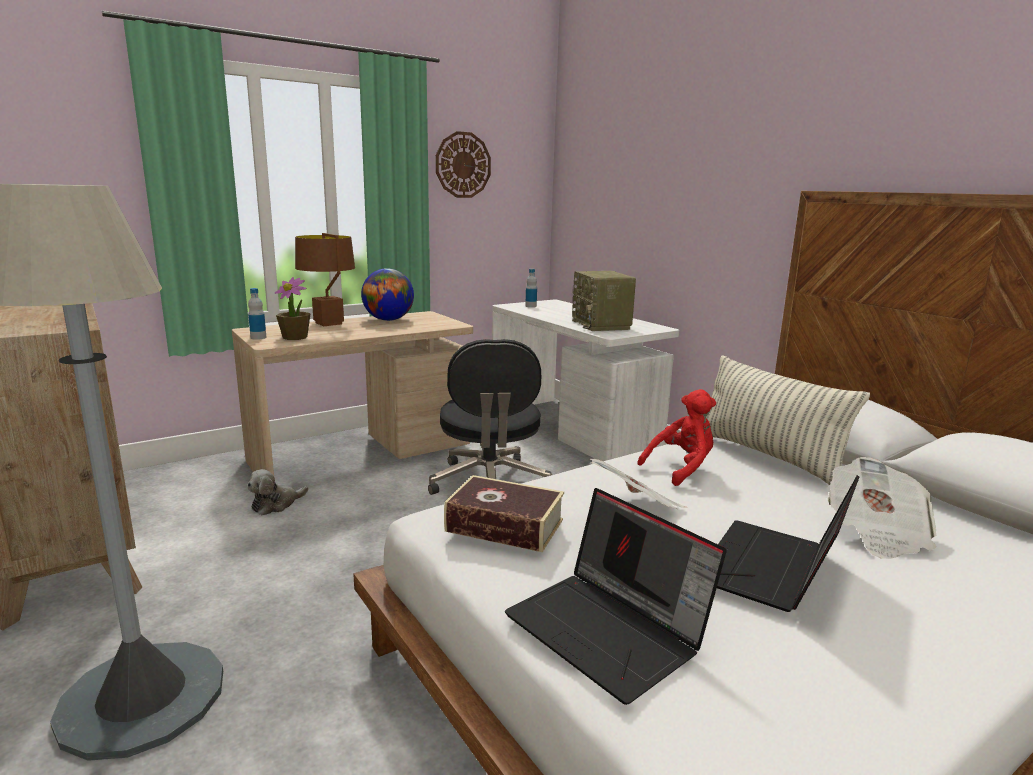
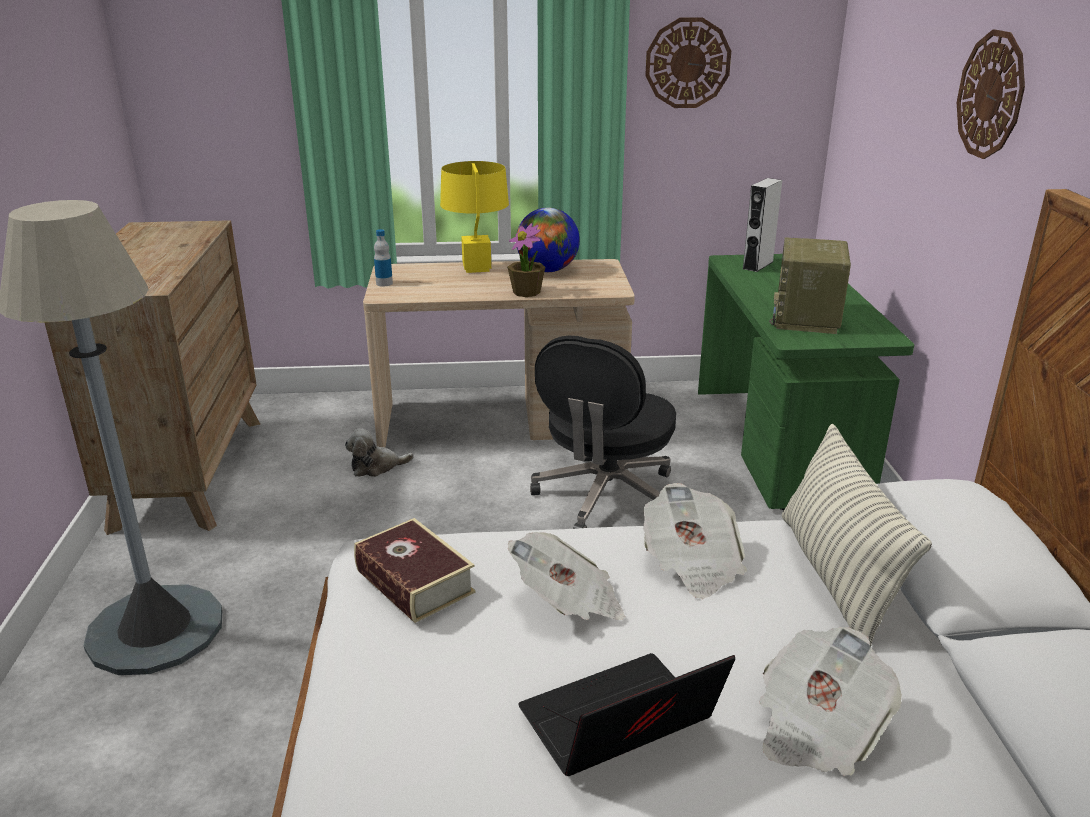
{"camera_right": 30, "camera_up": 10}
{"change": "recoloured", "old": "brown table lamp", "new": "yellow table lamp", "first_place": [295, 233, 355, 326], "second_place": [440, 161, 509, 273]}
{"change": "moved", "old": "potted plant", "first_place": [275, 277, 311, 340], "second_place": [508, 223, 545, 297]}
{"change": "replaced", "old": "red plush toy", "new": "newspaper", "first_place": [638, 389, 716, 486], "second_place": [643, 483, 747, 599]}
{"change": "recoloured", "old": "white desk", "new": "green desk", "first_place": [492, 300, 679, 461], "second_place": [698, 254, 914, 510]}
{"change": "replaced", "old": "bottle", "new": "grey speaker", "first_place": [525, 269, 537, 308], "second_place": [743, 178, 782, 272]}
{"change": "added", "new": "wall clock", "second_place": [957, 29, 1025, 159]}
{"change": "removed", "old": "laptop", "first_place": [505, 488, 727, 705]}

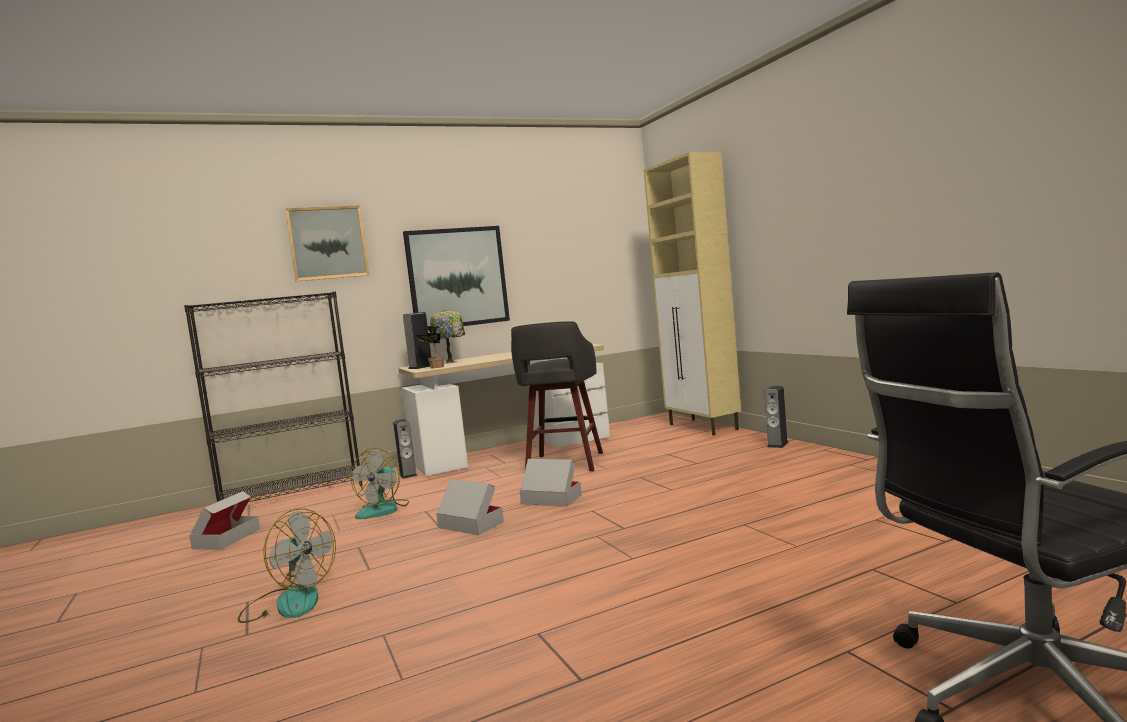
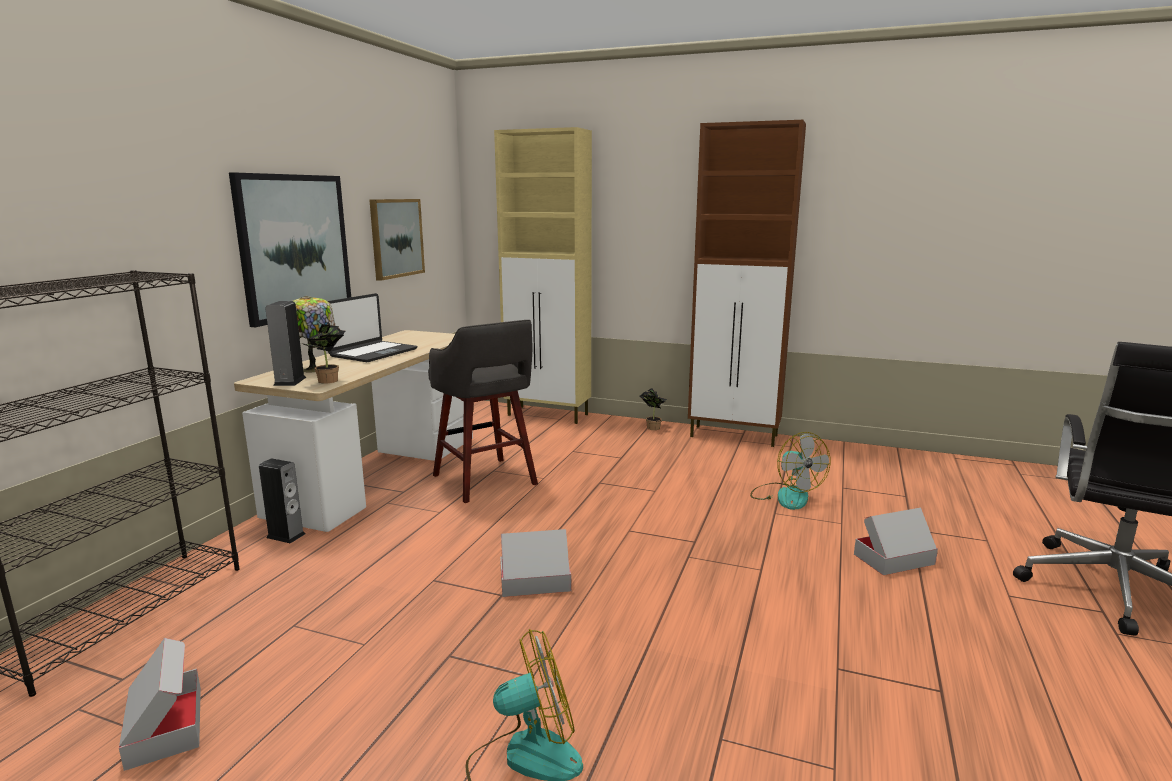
{"camera_right": -45, "camera_up": 10}
{"change": "added", "new": "laptop", "second_place": [328, 293, 418, 362]}
{"change": "moved", "old": "picture", "first_place": [285, 205, 369, 282], "second_place": [369, 199, 425, 281]}
{"change": "replaced", "old": "speaker", "new": "potted plant", "first_place": [764, 386, 789, 448], "second_place": [639, 388, 667, 430]}
{"change": "added", "new": "brown cabinet", "second_place": [688, 120, 806, 447]}
{"change": "moved", "old": "fan", "first_place": [351, 448, 409, 519], "second_place": [750, 432, 831, 510]}
{"change": "moved", "old": "cardboard box", "first_place": [520, 459, 582, 507], "second_place": [854, 508, 938, 575]}

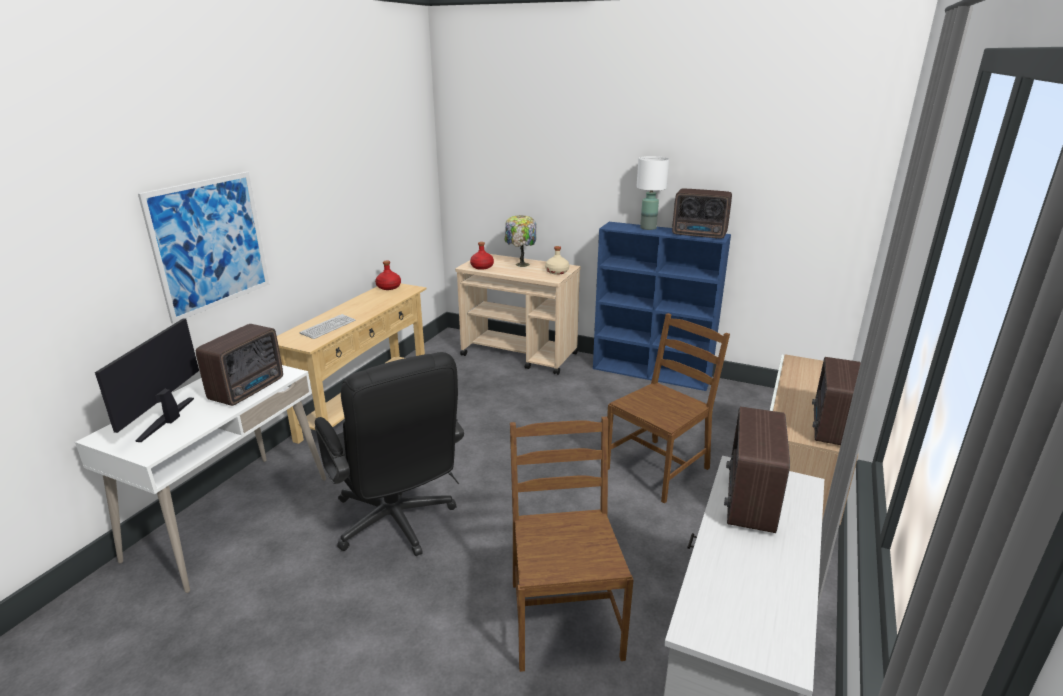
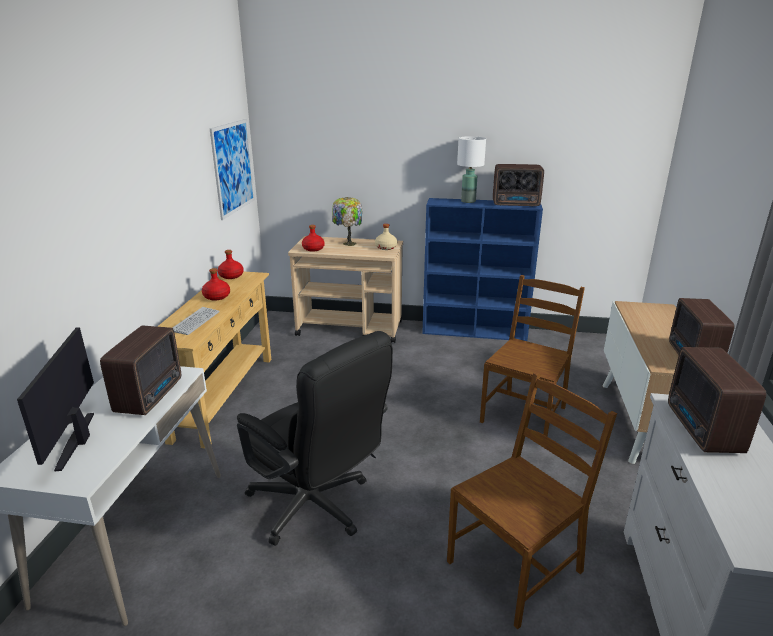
{"camera_right": -15, "camera_up": 0}
{"change": "added", "new": "red bottle", "second_place": [202, 268, 230, 301]}
{"change": "moved", "old": "picture", "first_place": [138, 172, 269, 323], "second_place": [210, 119, 255, 220]}
{"change": "turned", "old": "brown chair", "first_place": [510, 417, 634, 672], "second_place": [447, 372, 617, 630], "degrees": 75}

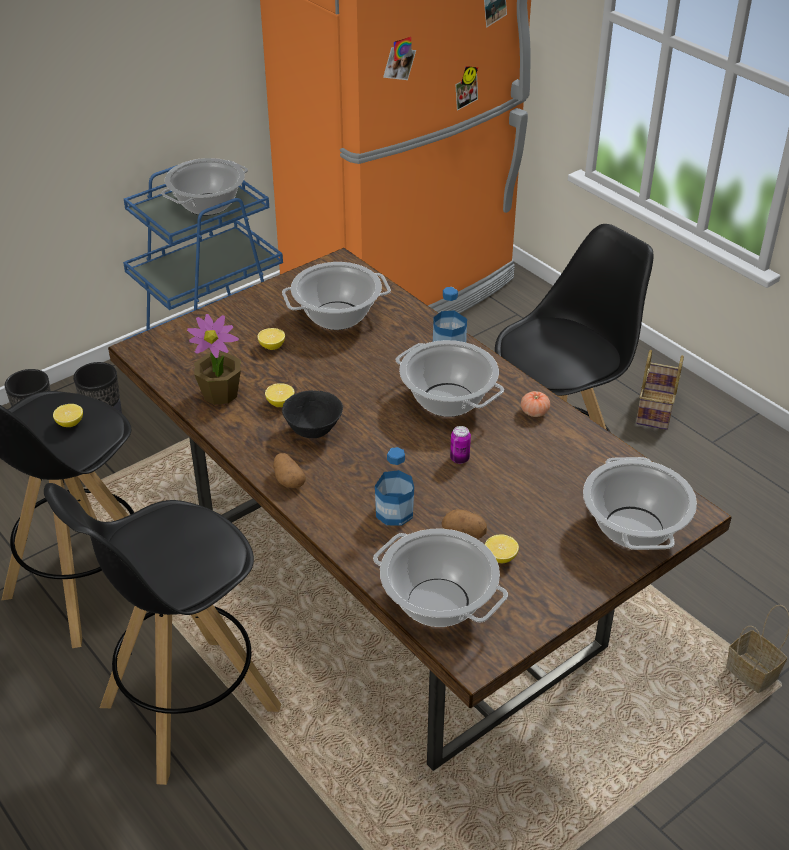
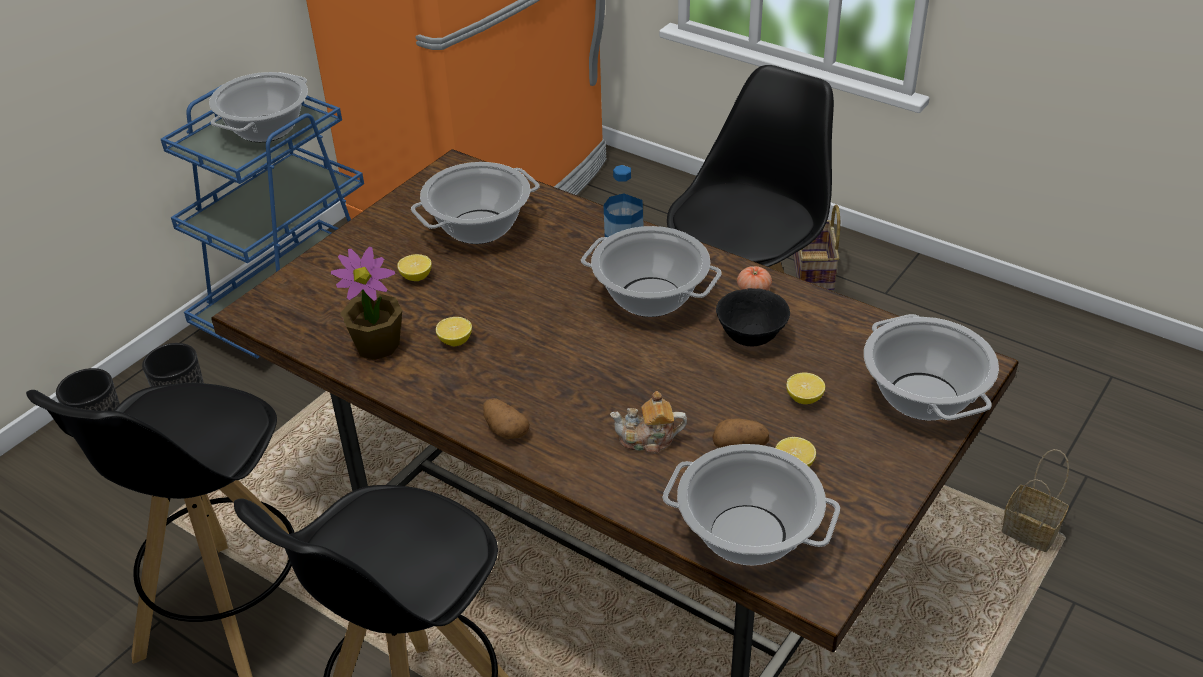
{"camera_right": -15, "camera_up": 0}
{"change": "replaced", "old": "bottle", "new": "teapot", "first_place": [375, 447, 414, 526], "second_place": [610, 391, 687, 454]}
{"change": "moved", "old": "black bowl", "first_place": [282, 390, 343, 438], "second_place": [716, 288, 790, 346]}
{"change": "moved", "old": "lemon", "first_place": [53, 404, 83, 427], "second_place": [786, 373, 825, 404]}
{"change": "removed", "old": "can", "first_place": [450, 426, 471, 464]}

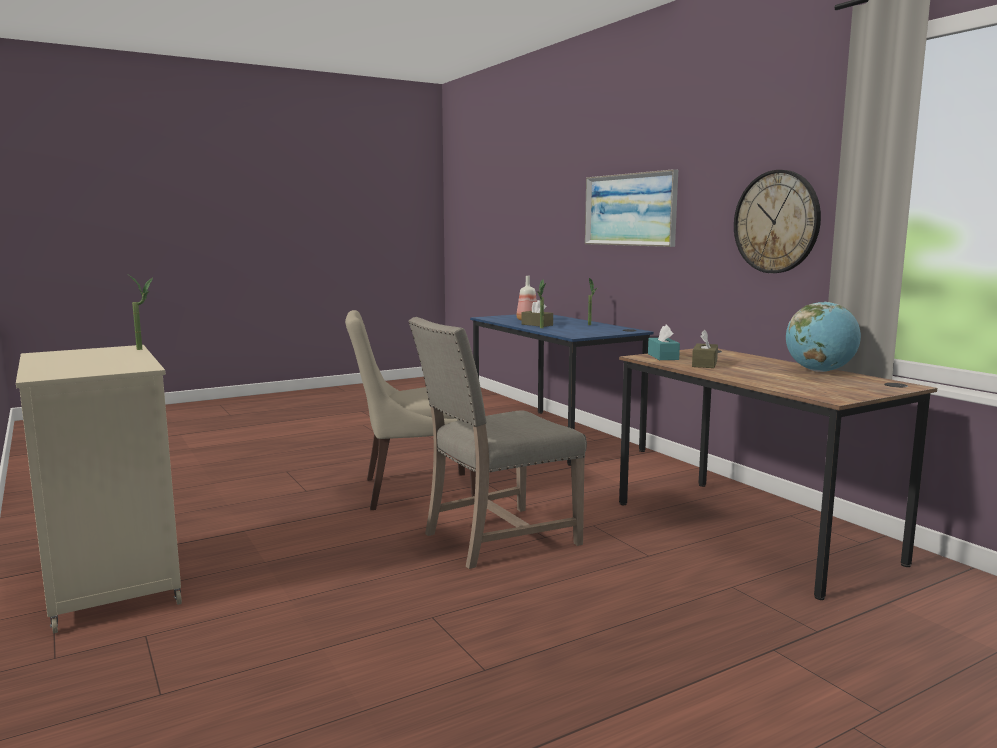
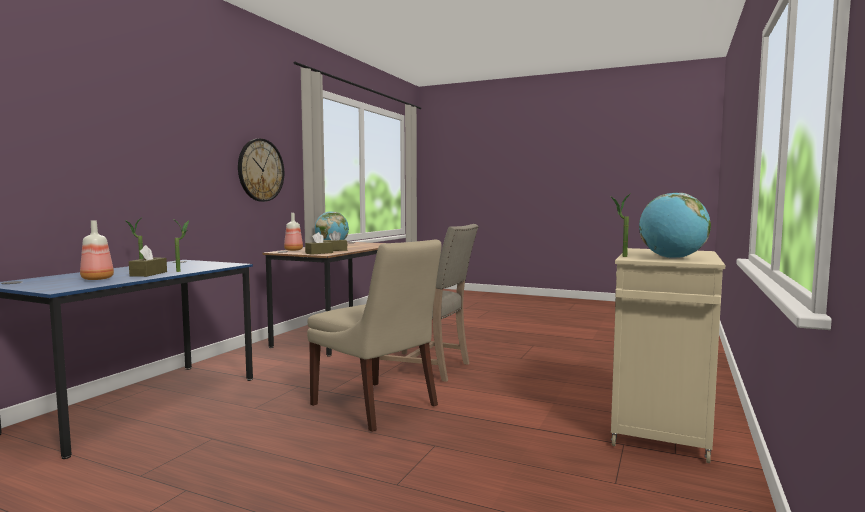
{"camera_right": -125, "camera_up": -5}
{"change": "added", "new": "bottle", "second_place": [284, 213, 303, 251]}
{"change": "recoloured", "old": "turquoise tissue box", "new": "brown tissue box", "first_place": [648, 325, 680, 360], "second_place": [305, 232, 333, 255]}
{"change": "added", "new": "globe", "second_place": [639, 193, 711, 259]}
{"change": "removed", "old": "picture", "first_place": [585, 169, 678, 247]}

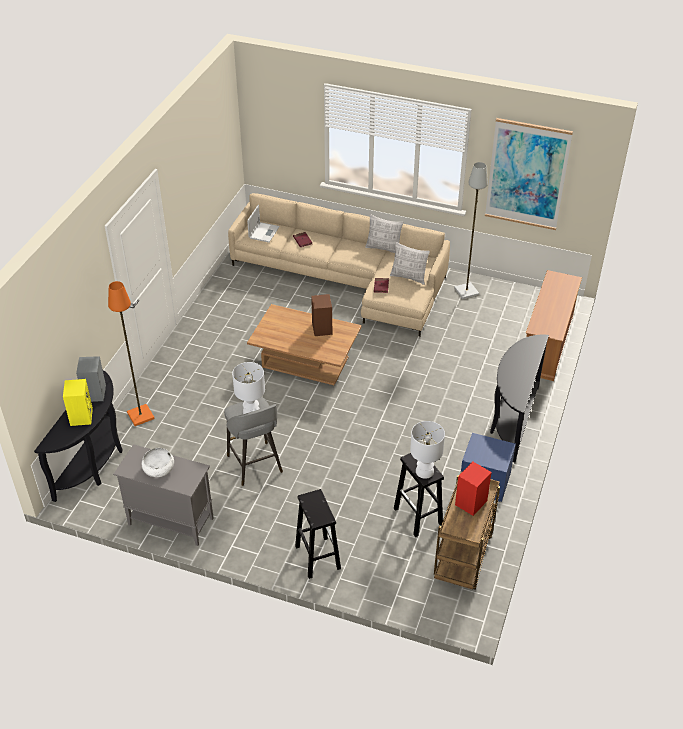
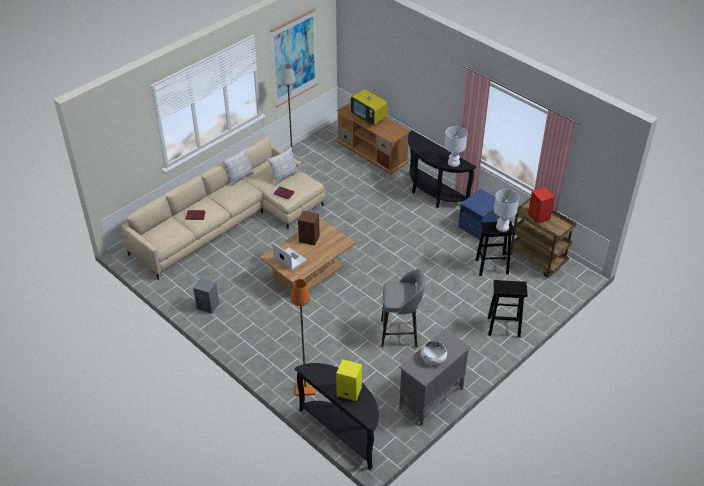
{"camera_right": -65, "camera_up": 0}
{"change": "moved", "old": "grey speaker", "first_place": [76, 356, 106, 402], "second_place": [193, 278, 219, 314]}
{"change": "moved", "old": "laptop", "first_place": [247, 205, 280, 243], "second_place": [273, 243, 307, 270]}
{"change": "added", "new": "television", "second_place": [351, 83, 388, 127]}
{"change": "moved", "old": "white table lamp", "first_place": [232, 362, 265, 414], "second_place": [444, 126, 467, 167]}

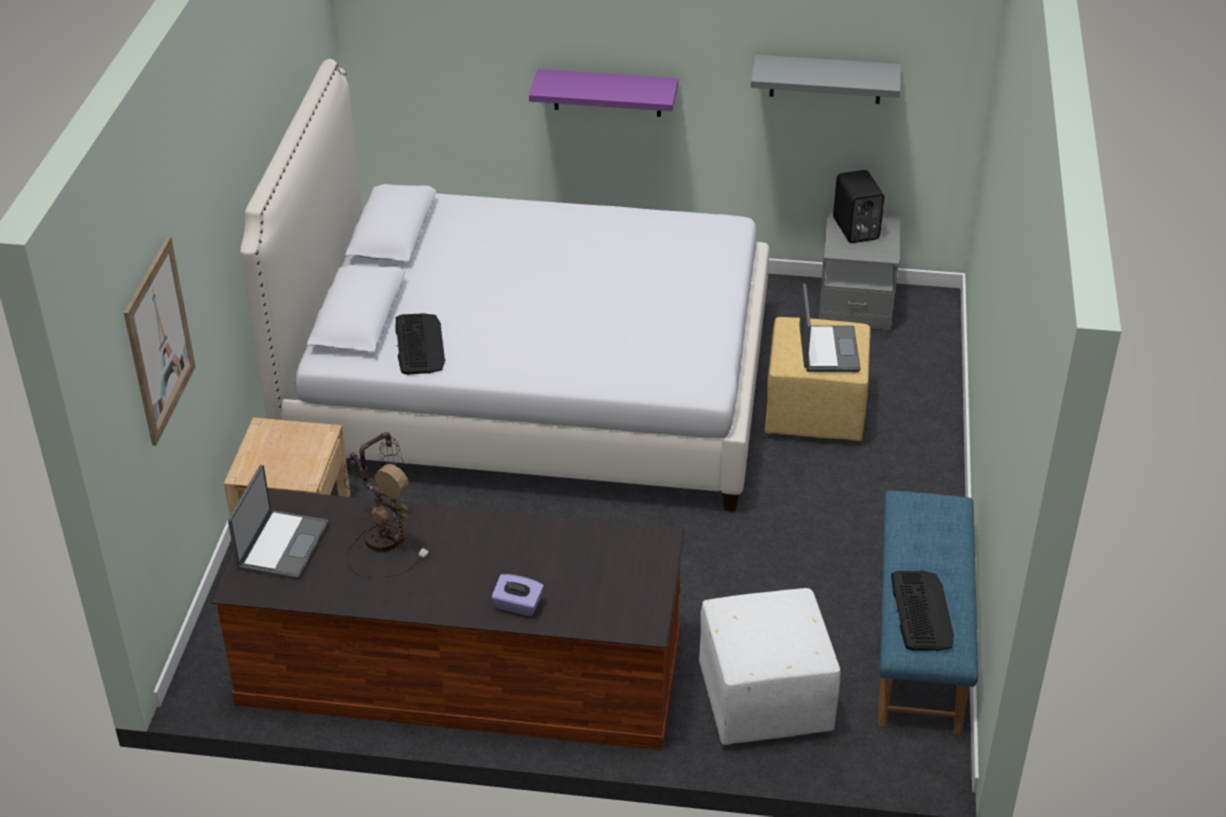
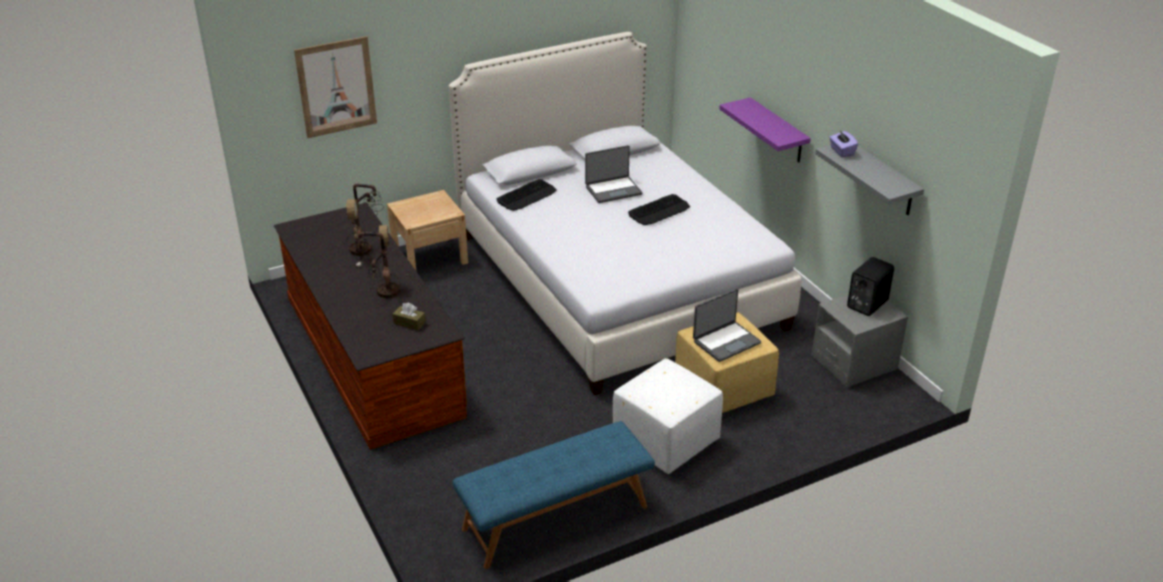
{"camera_right": 55, "camera_up": -5}
{"change": "added", "new": "table lamp", "second_place": [355, 225, 423, 298]}
{"change": "added", "new": "brown tissue box", "second_place": [393, 302, 426, 331]}
{"change": "moved", "old": "laptop", "first_place": [228, 465, 328, 580], "second_place": [585, 145, 642, 203]}
{"change": "moved", "old": "white ottoman", "first_place": [699, 588, 840, 745], "second_place": [613, 358, 723, 474]}
{"change": "moved", "old": "keyboard", "first_place": [891, 570, 954, 651], "second_place": [628, 194, 690, 225]}
{"change": "moved", "old": "purple tissue box", "first_place": [492, 574, 544, 616], "second_place": [829, 131, 858, 157]}

